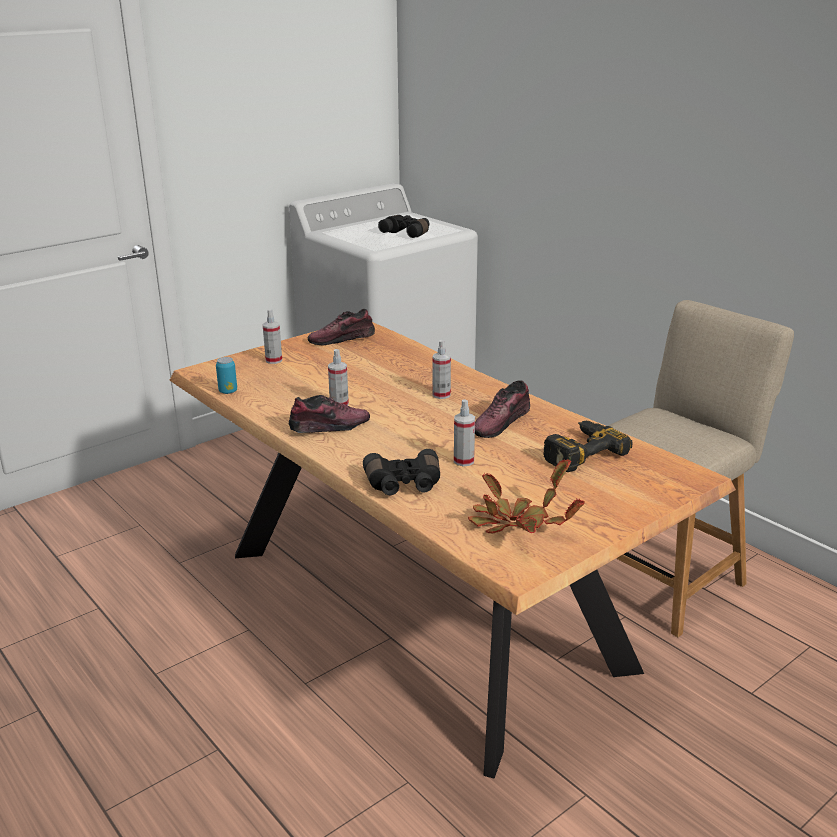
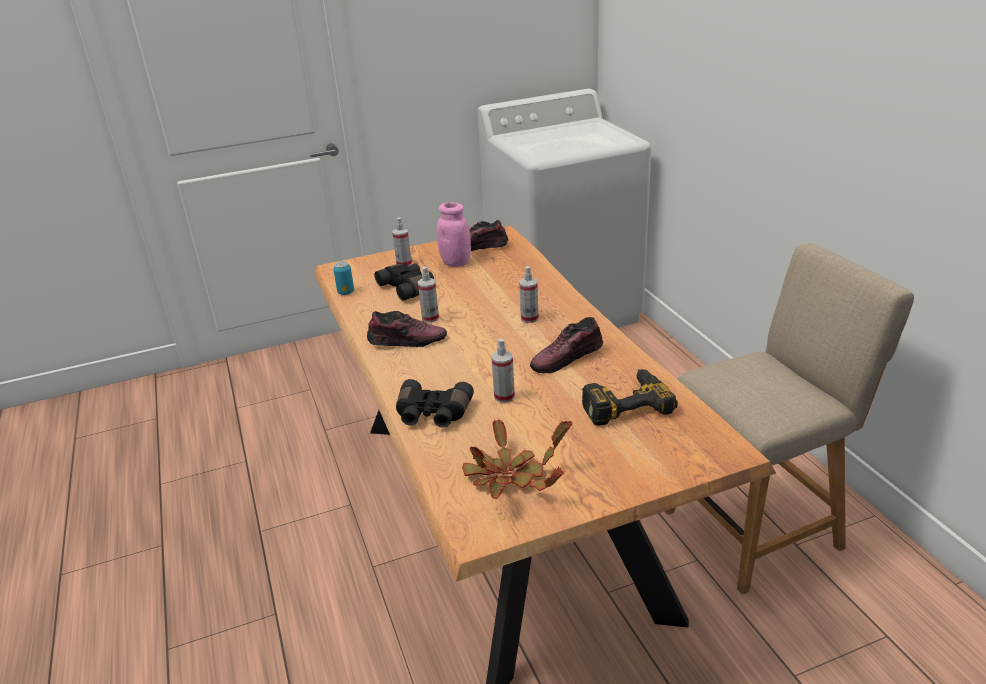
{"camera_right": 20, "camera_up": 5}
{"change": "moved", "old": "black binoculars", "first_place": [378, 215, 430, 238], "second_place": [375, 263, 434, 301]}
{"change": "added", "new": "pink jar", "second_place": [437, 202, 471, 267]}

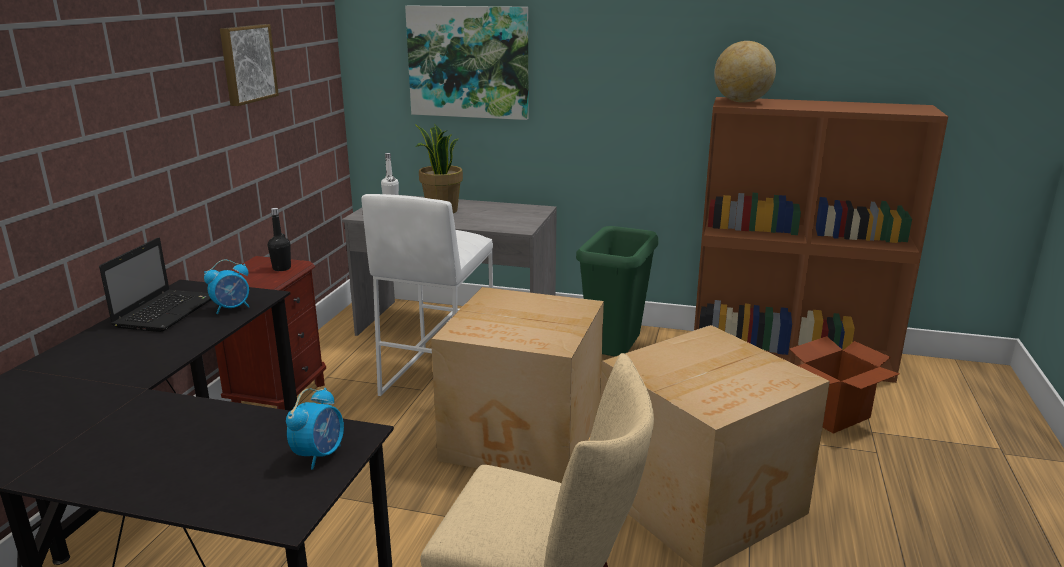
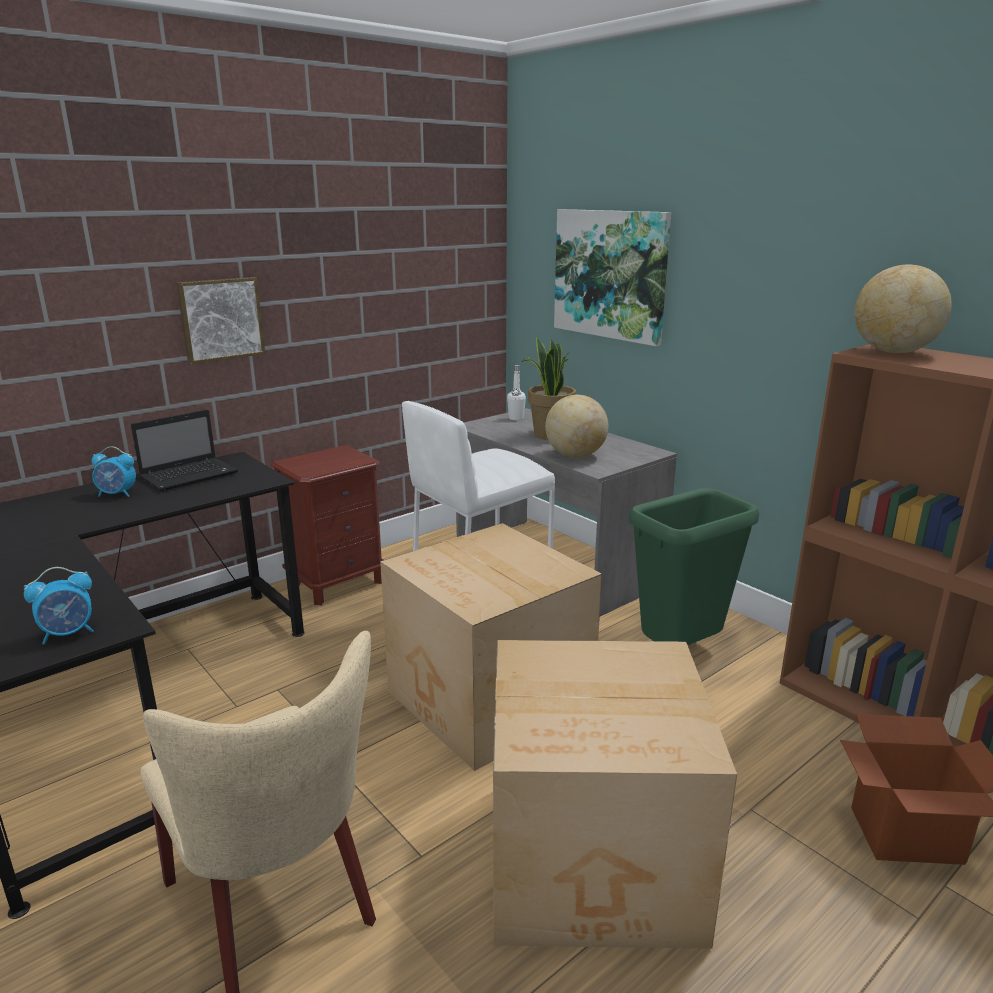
{"camera_right": 35, "camera_up": 0}
{"change": "moved", "old": "alarm clock", "first_place": [204, 260, 249, 314], "second_place": [92, 446, 136, 497]}
{"change": "moved", "old": "picture", "first_place": [220, 24, 279, 106], "second_place": [176, 277, 265, 364]}
{"change": "added", "new": "globe", "second_place": [545, 395, 608, 458]}
{"change": "removed", "old": "black bottle", "first_place": [268, 208, 291, 271]}

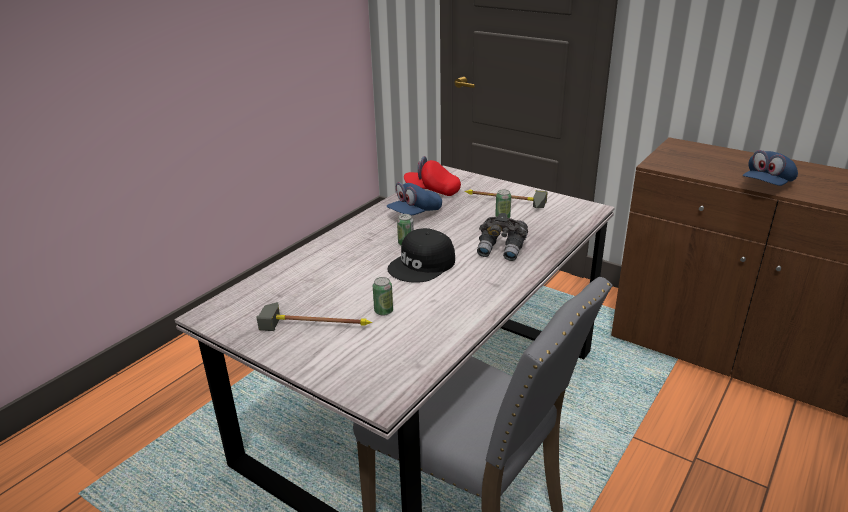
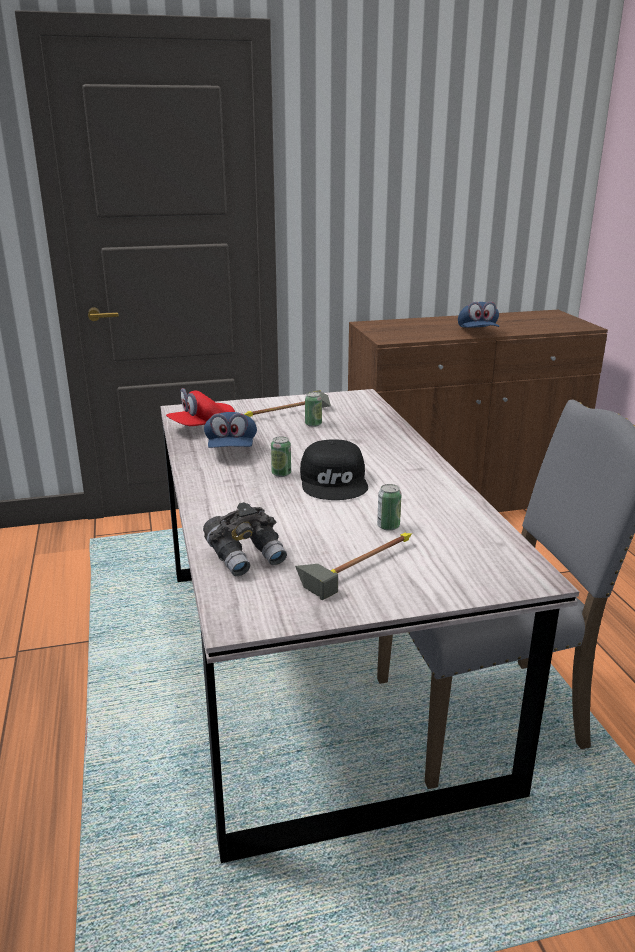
{"camera_right": -50, "camera_up": -5}
{"change": "moved", "old": "grey binoculars", "first_place": [477, 213, 528, 261], "second_place": [203, 502, 287, 576]}

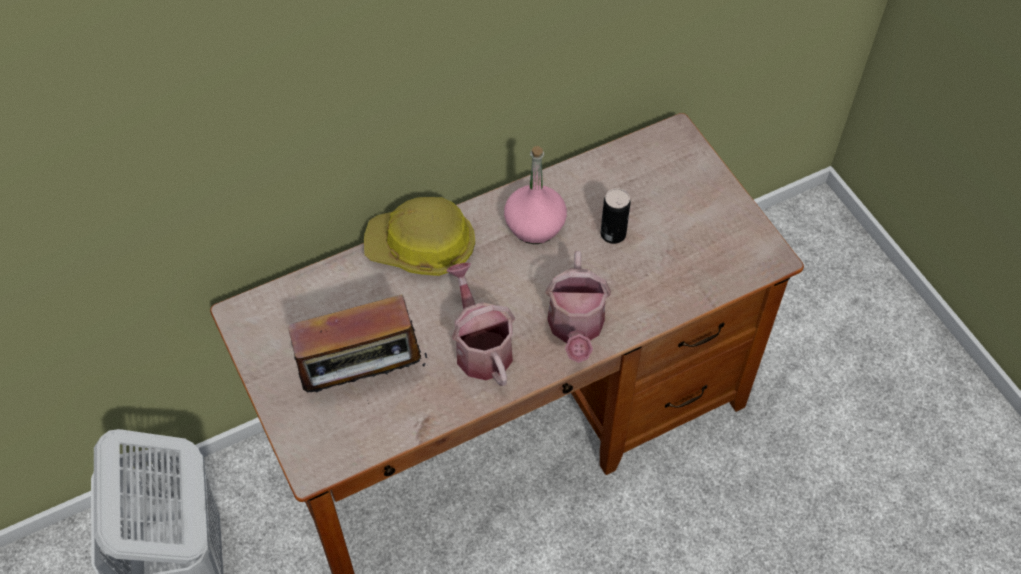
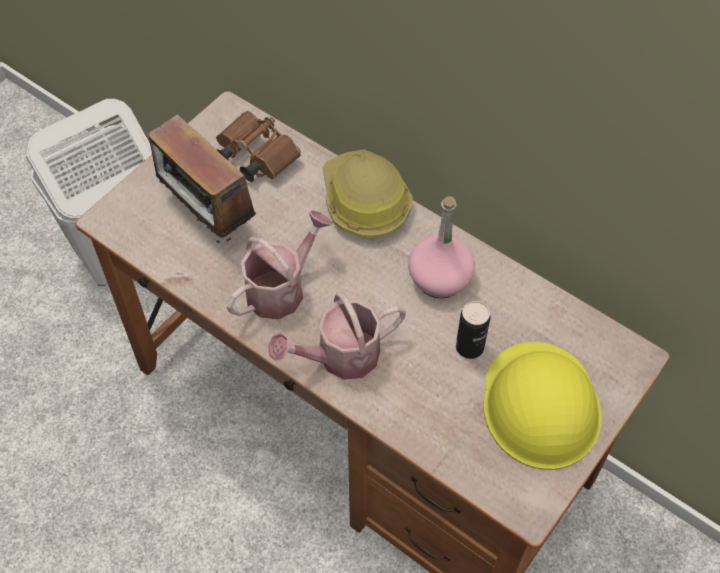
{"camera_right": 65, "camera_up": 0}
{"change": "added", "new": "brown binoculars", "second_place": [216, 111, 301, 182]}
{"change": "added", "new": "yellow hard hat", "second_place": [484, 342, 602, 470]}

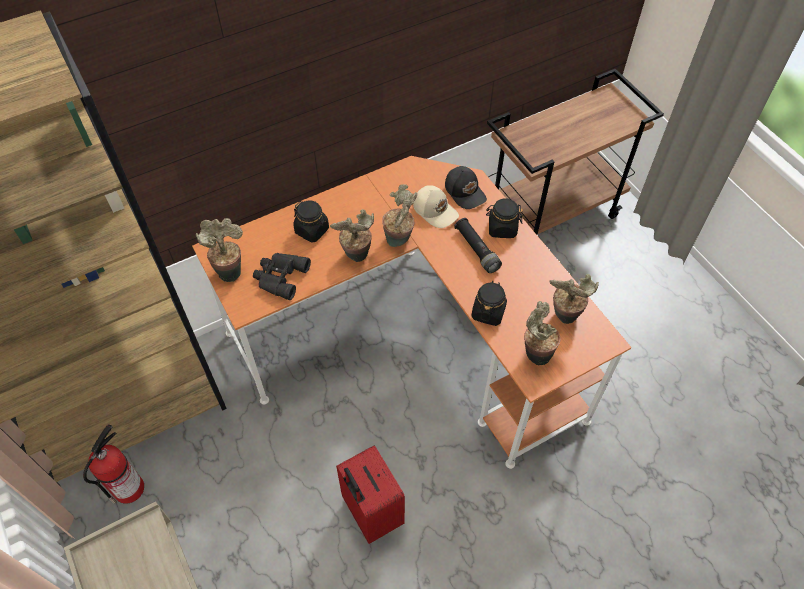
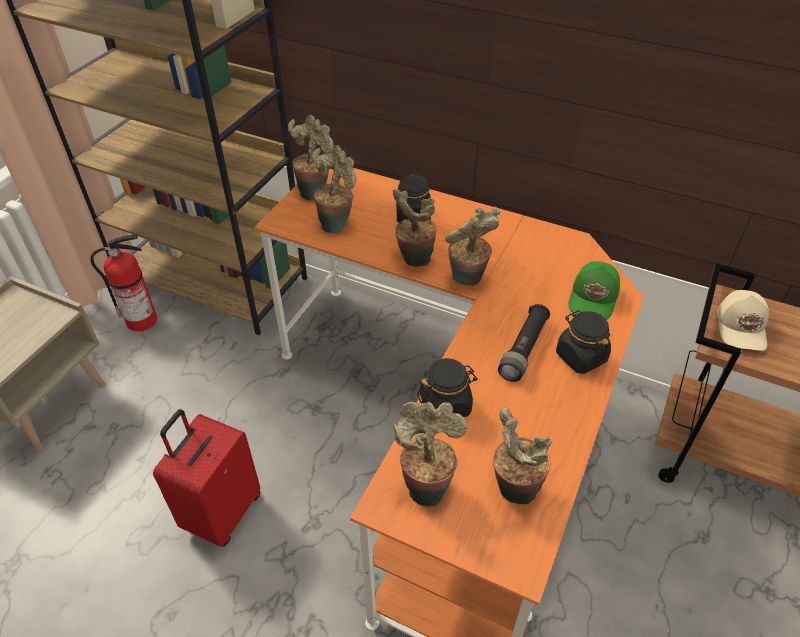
{"camera_right": 55, "camera_up": -10}
{"change": "replaced", "old": "black binoculars", "new": "potted plant", "first_place": [253, 253, 311, 300], "second_place": [312, 145, 356, 233]}
{"change": "recoloured", "old": "black cap", "new": "green cap", "first_place": [445, 166, 487, 209], "second_place": [568, 261, 620, 320]}
{"change": "moved", "old": "beige cap", "first_place": [413, 185, 459, 228], "second_place": [717, 290, 769, 351]}

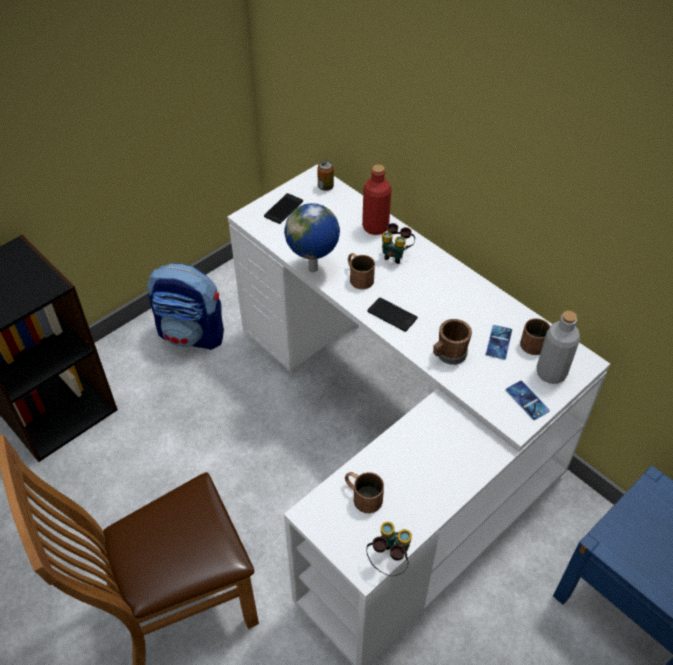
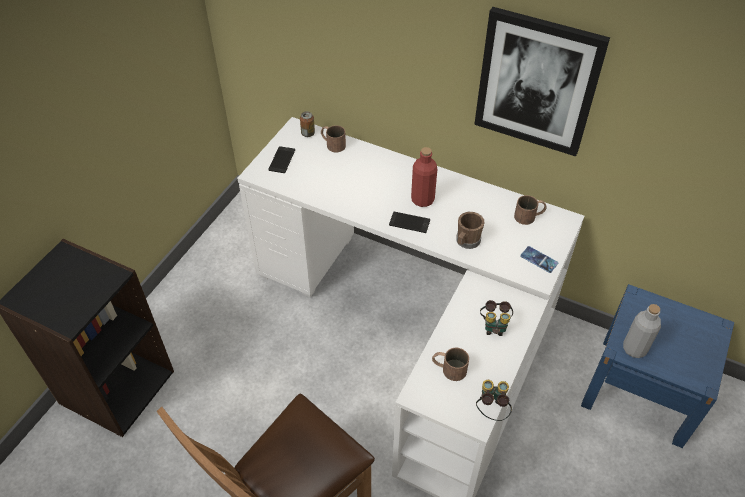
{"camera_right": -20, "camera_up": 0}
{"change": "moved", "old": "brown mug", "first_place": [348, 253, 375, 289], "second_place": [321, 125, 346, 152]}
{"change": "moved", "old": "red bottle", "first_place": [362, 164, 391, 235], "second_place": [411, 147, 437, 207]}
{"change": "added", "new": "picture", "second_place": [474, 7, 610, 157]}
{"change": "moved", "old": "binoculars", "first_place": [382, 223, 415, 264], "second_place": [480, 300, 513, 336]}
{"change": "moved", "old": "grey bottle", "first_place": [536, 311, 580, 384], "second_place": [623, 304, 661, 358]}
{"change": "removed", "old": "backpack", "first_place": [147, 263, 224, 350]}
{"change": "removed", "old": "globe", "first_place": [284, 203, 340, 272]}
{"change": "removed", "old": "phone", "first_place": [486, 325, 512, 360]}

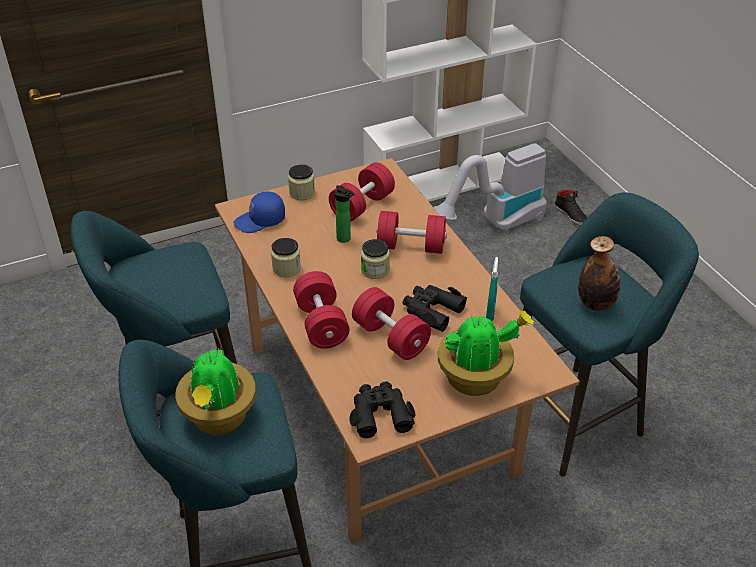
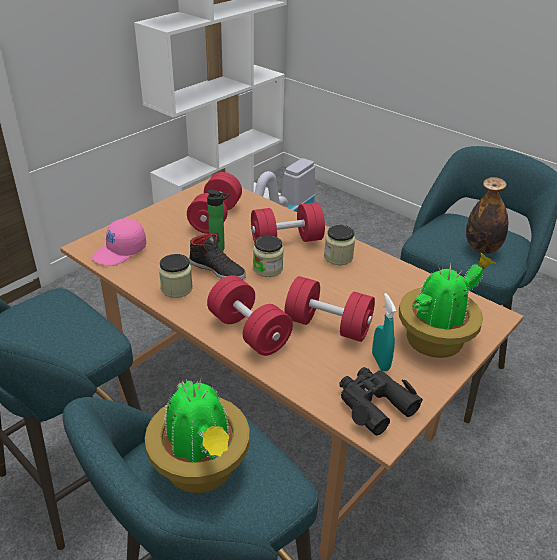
{"camera_right": -25, "camera_up": -5}
{"change": "recoloured", "old": "blue cap", "new": "pink cap", "first_place": [234, 191, 285, 233], "second_place": [92, 218, 146, 266]}
{"change": "moved", "old": "black shoe", "first_place": [554, 190, 587, 226], "second_place": [189, 233, 246, 280]}
{"change": "moved", "old": "jar", "first_place": [288, 164, 315, 200], "second_place": [324, 225, 355, 265]}
{"change": "moved", "old": "turquoise spray bottle", "first_place": [486, 257, 498, 321], "second_place": [372, 293, 396, 371]}
{"change": "removed", "old": "black binoculars", "first_place": [403, 285, 467, 332]}

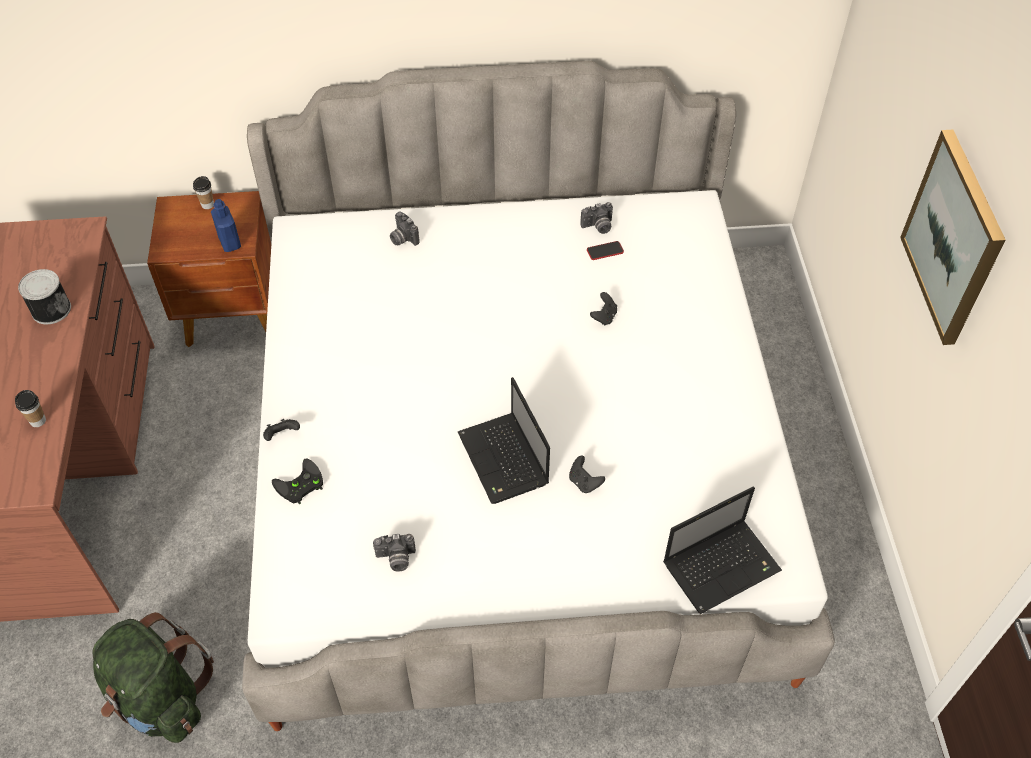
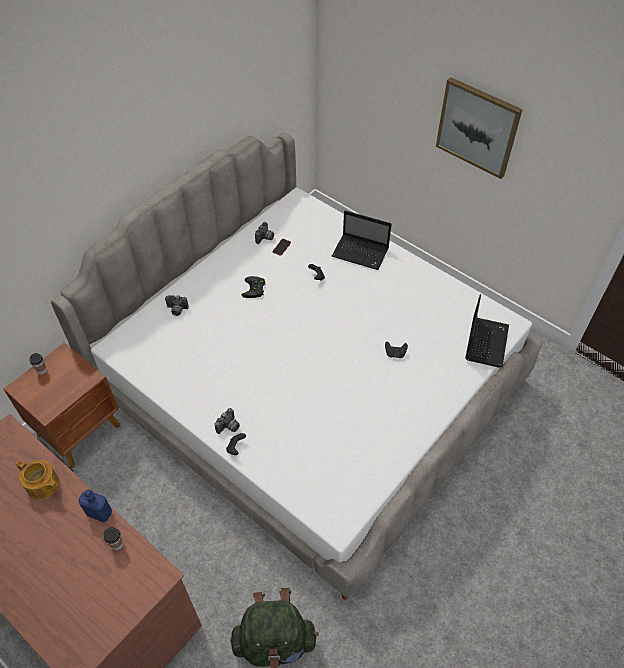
{"camera_right": -45, "camera_up": 0}
{"change": "replaced", "old": "can", "new": "teapot", "first_place": [18, 269, 71, 324], "second_place": [16, 460, 59, 499]}
{"change": "moved", "old": "blue bottle", "first_place": [211, 199, 241, 252], "second_place": [78, 489, 112, 522]}
{"change": "moved", "old": "photo camera", "first_place": [373, 534, 416, 571], "second_place": [215, 408, 240, 434]}
{"change": "moved", "old": "black game controller", "first_place": [272, 459, 323, 504], "second_place": [242, 276, 266, 298]}
{"change": "moved", "old": "laptop", "first_place": [458, 377, 550, 504], "second_place": [332, 211, 392, 270]}

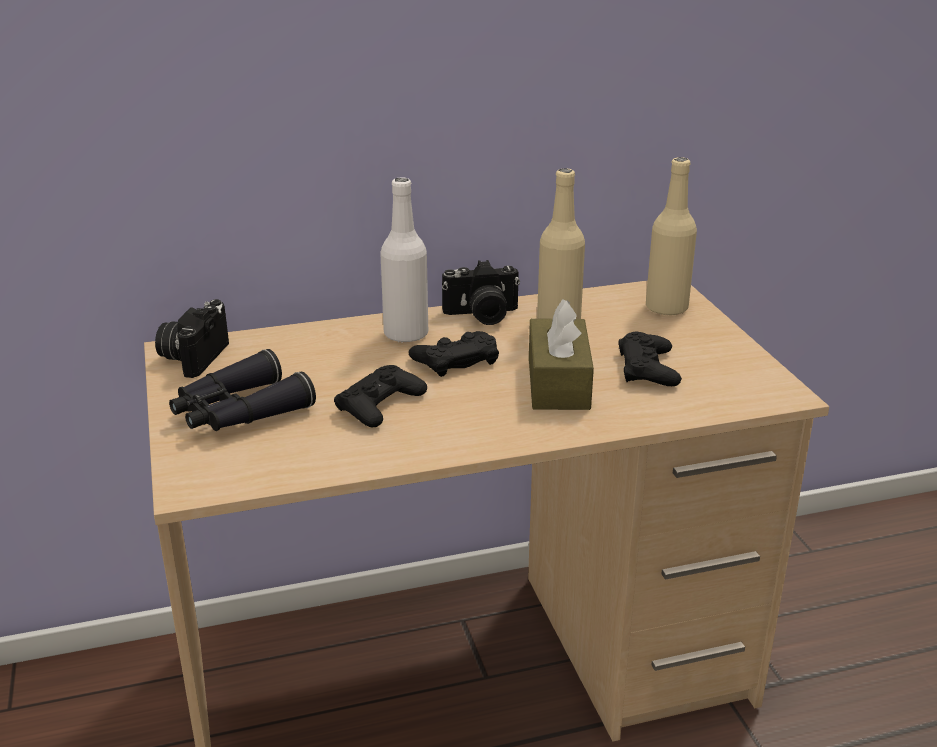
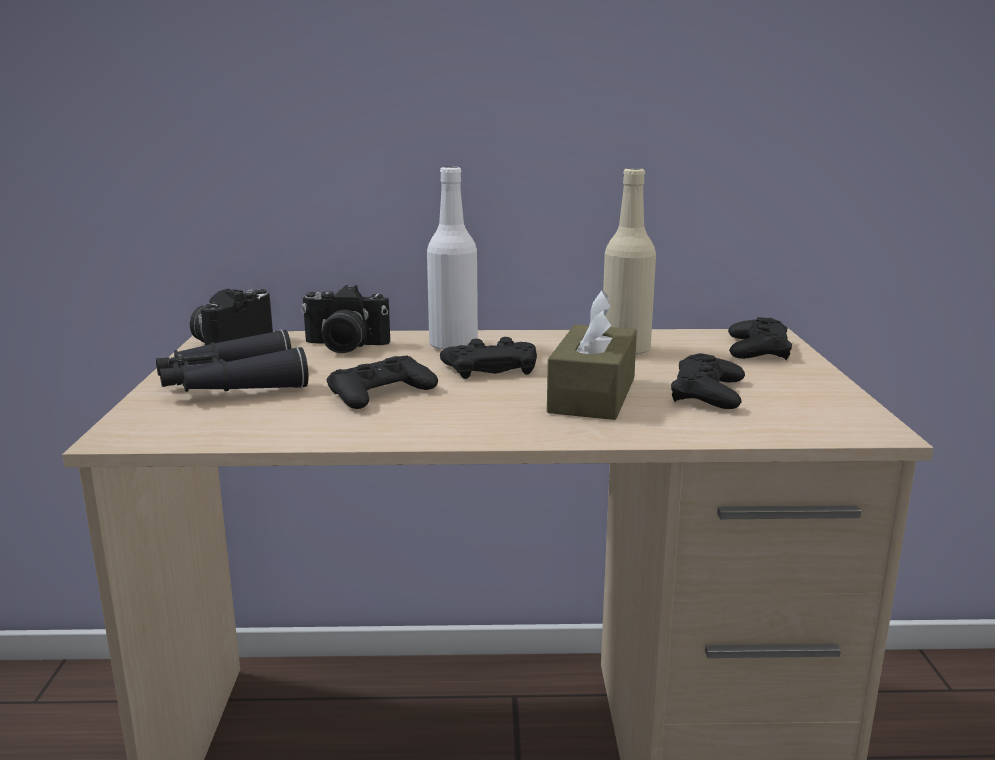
{"camera_right": 15, "camera_up": -10}
{"change": "moved", "old": "photo camera", "first_place": [442, 260, 520, 325], "second_place": [301, 285, 390, 353]}
{"change": "replaced", "old": "beige bottle", "new": "black game controller", "first_place": [646, 157, 697, 315], "second_place": [728, 317, 792, 360]}

